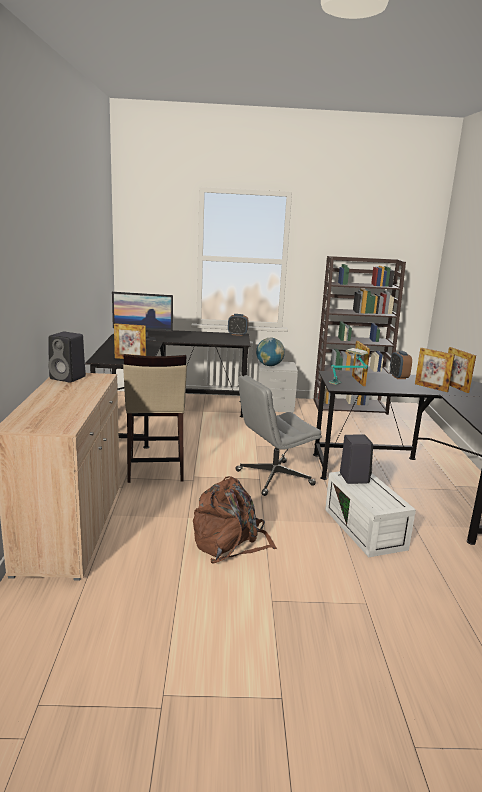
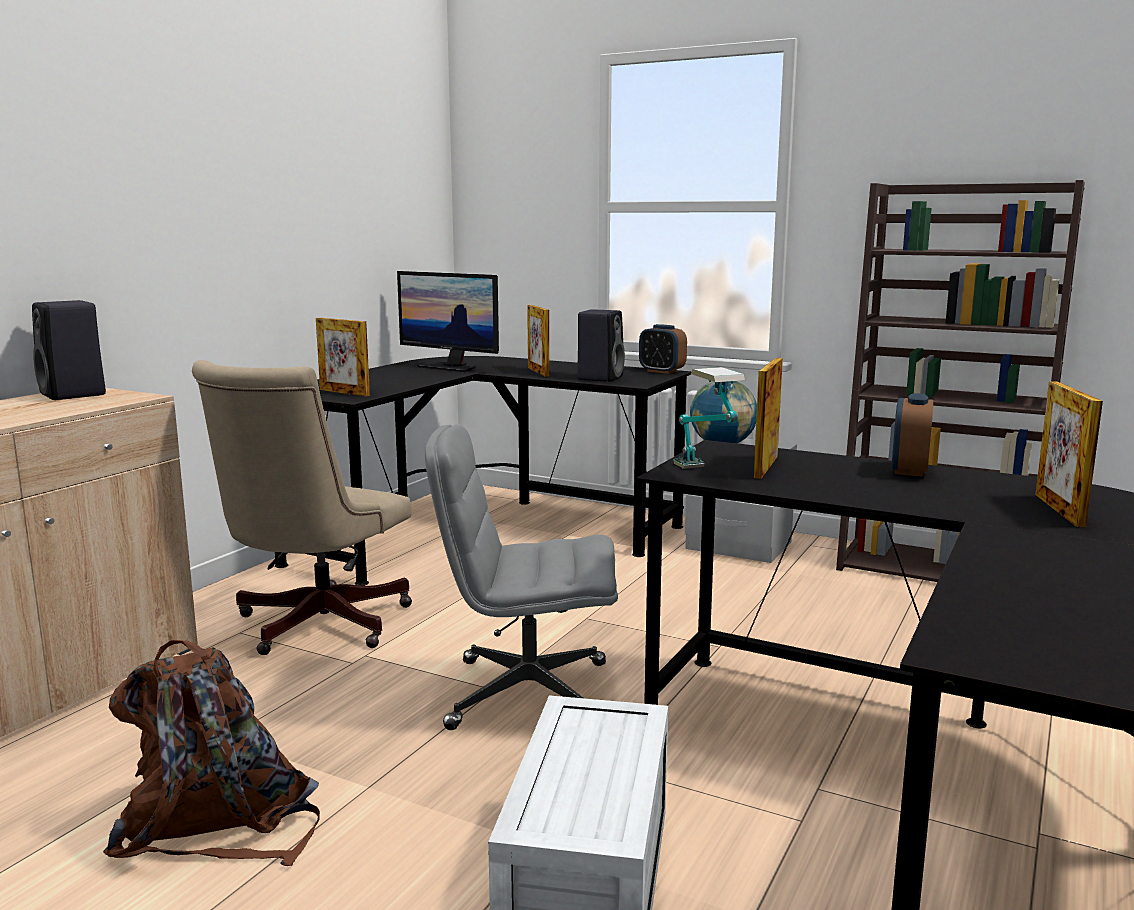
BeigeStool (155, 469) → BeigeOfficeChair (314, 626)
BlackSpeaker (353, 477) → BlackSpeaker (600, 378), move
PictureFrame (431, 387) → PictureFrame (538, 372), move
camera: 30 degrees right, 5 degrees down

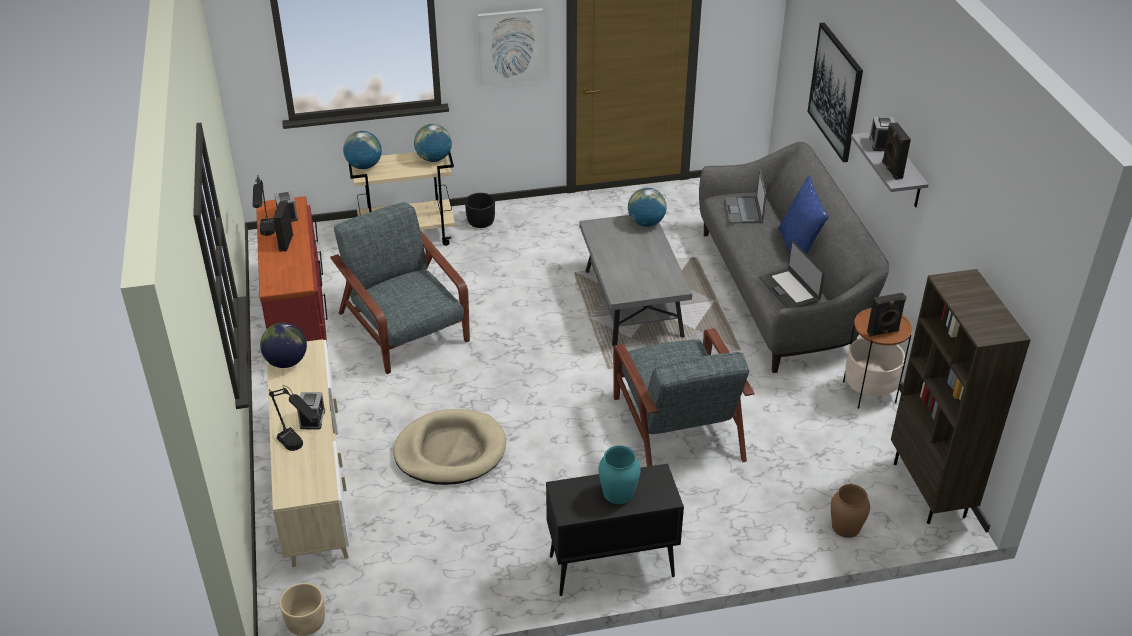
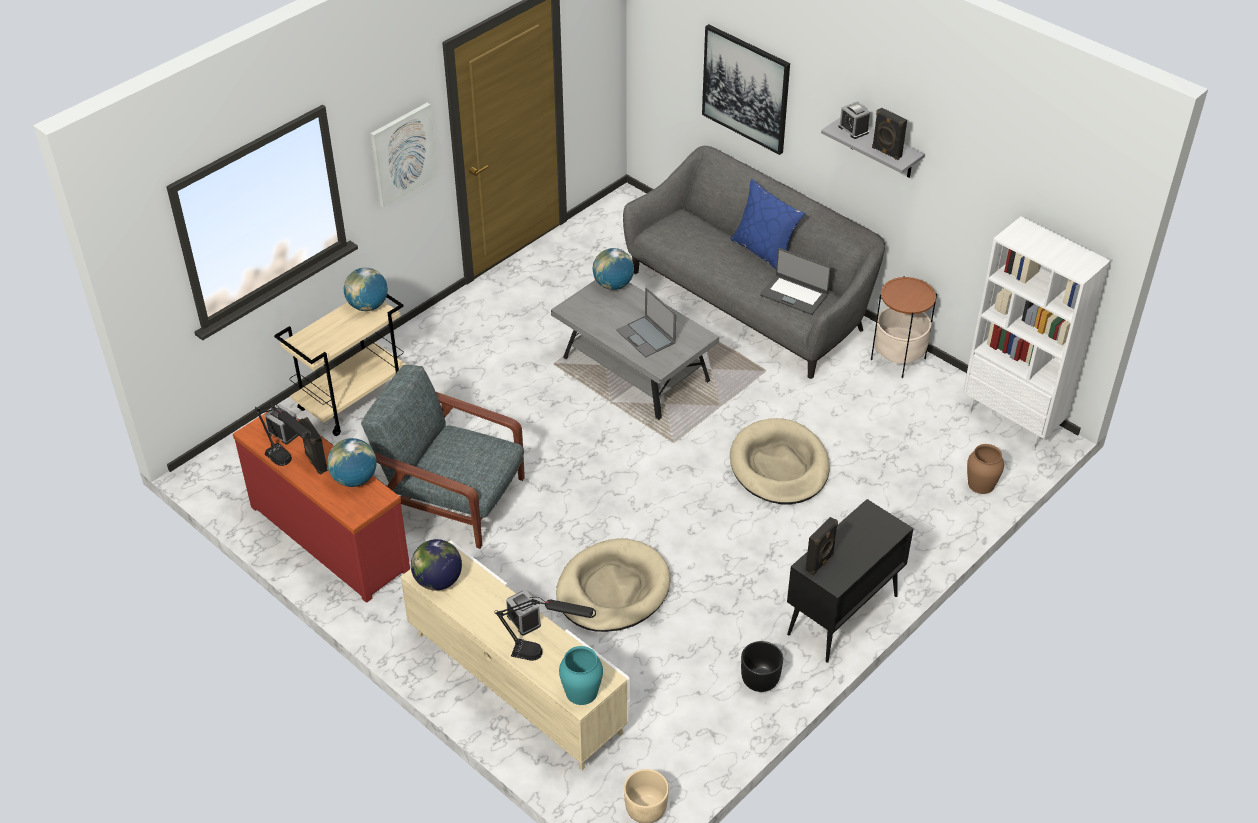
Globe (364, 166) → Globe (354, 479), move
BlackPlanter (480, 222) → BlackPlanter (759, 679), move
TurquoiseVase (618, 492) → TurquoiseVase (581, 692), move
GreyArmchair (677, 426) → BeigeDogBed (779, 466)
Laptop (744, 211) → Laptop (646, 337), move
BlackSpeaker (883, 332) → BlackSpeaker (820, 563), move
BrownBookcase (930, 490) → WhiteBookcase (1012, 421)
camera: 35 degrees left, 5 degrees up

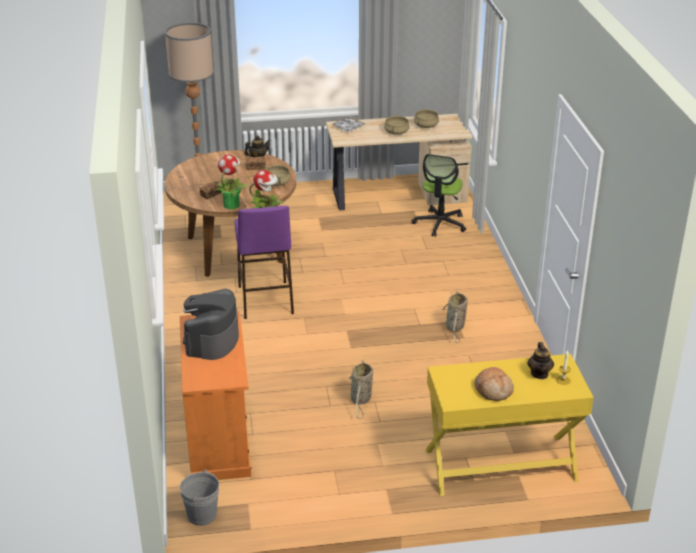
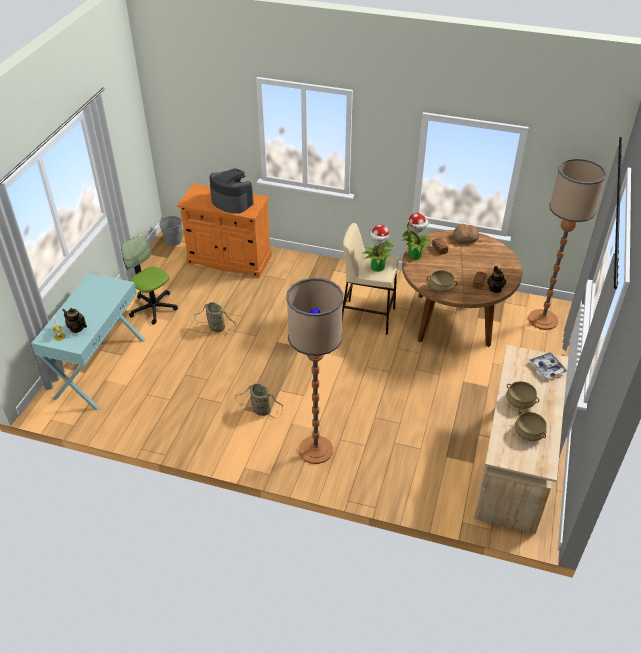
PurpleStool (265, 300) → BeigeStool (367, 317)
OfficeChair (440, 223) → OfficeChair (153, 308), move
YellowConsoleTable (500, 465) → TurquoiseConsoleTable (100, 368)
Bread (493, 390) → Bread (465, 238), move
- → FloorLamp (315, 450)
camera: 115 degrees right, 10 degrees up

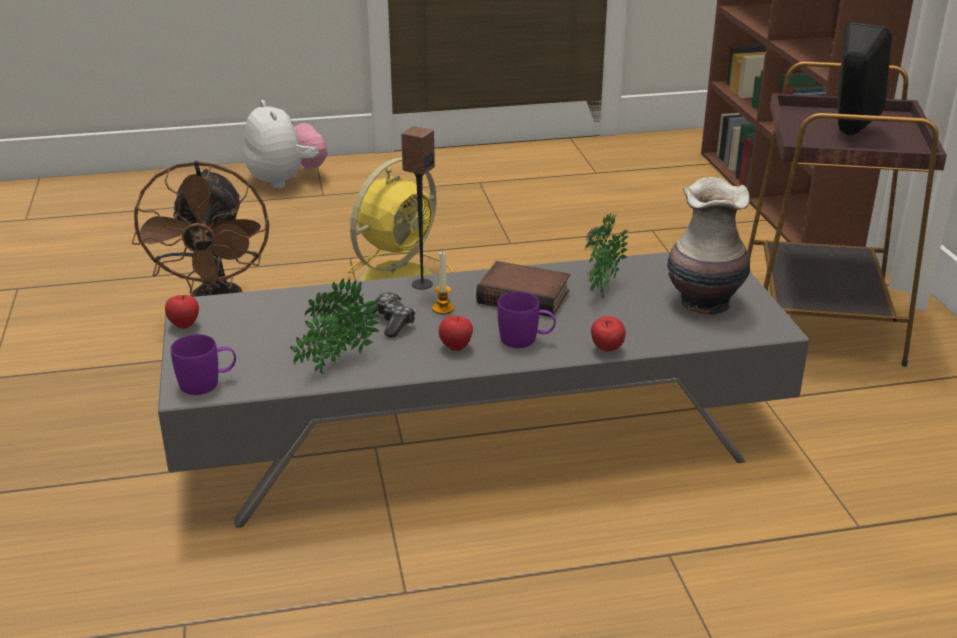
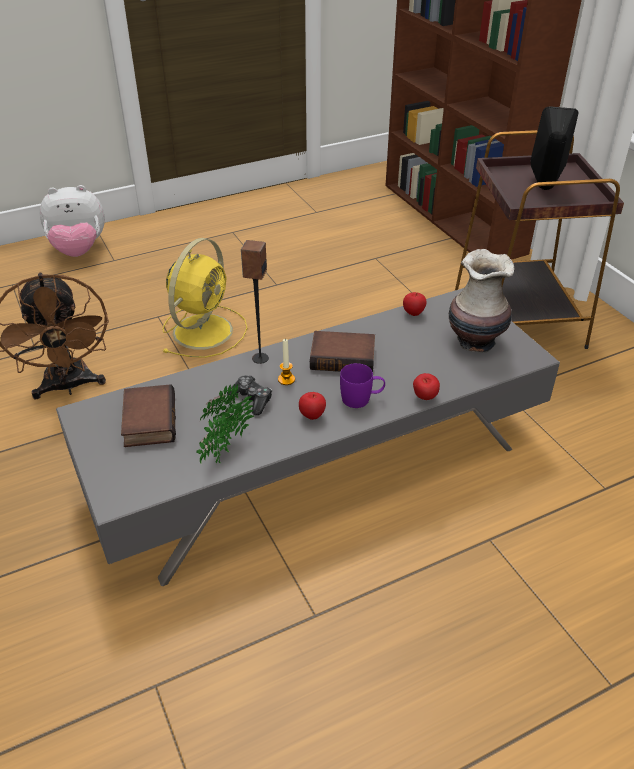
Apple (185, 326) → Apple (413, 313), move
PurpleMug (207, 383) → -
PlushToy (286, 181) → PlushToy (79, 250), 120 degrees clockwise
PottedPlant (600, 292) → -
- → Book (147, 420)
camera: 15 degrees left, 10 degrees up

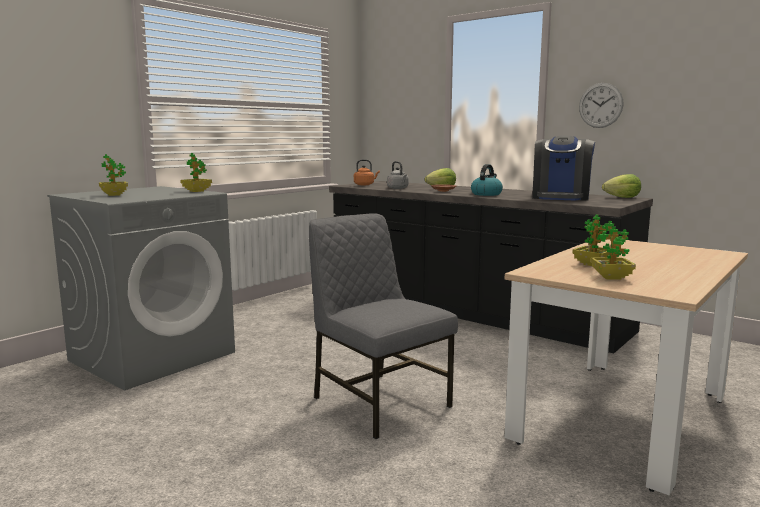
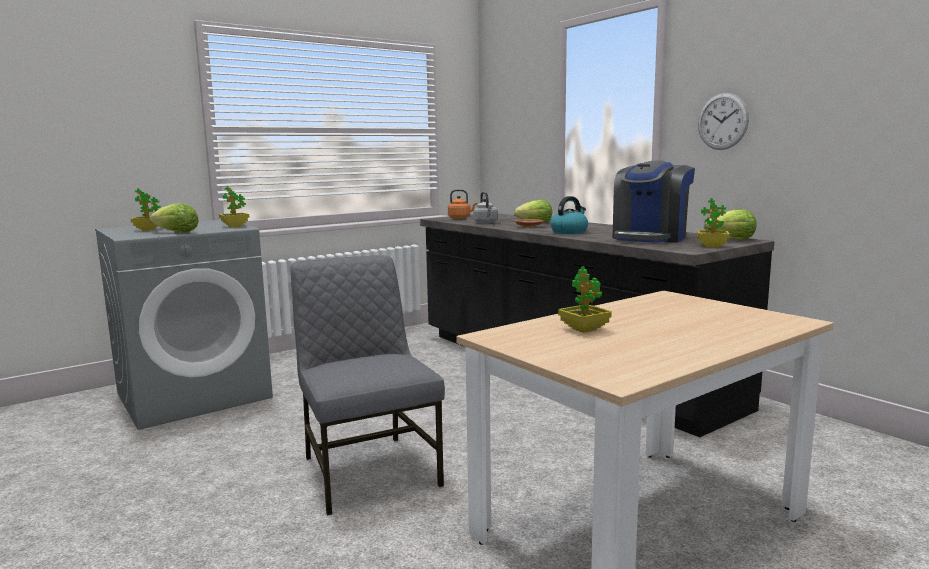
PottedPlant (611, 277) → PottedPlant (712, 246), move
- → Lettuce (177, 232)
camera: 15 degrees right, 0 degrees up

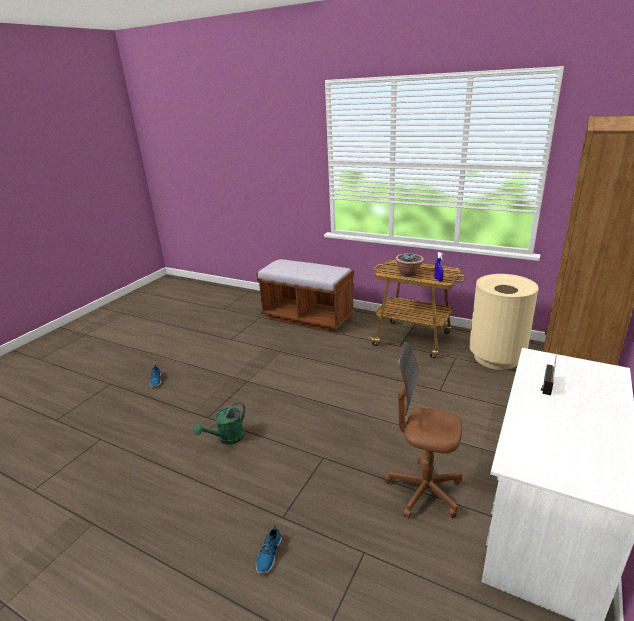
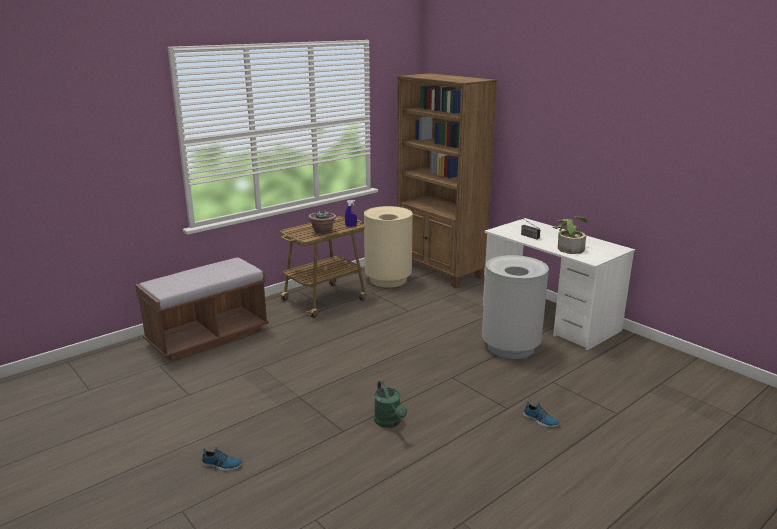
BrownOfficeChair (424, 490) → GreyTrashCan (510, 347)
- → PottedPlant (568, 248)
camera: 70 degrees left, 5 degrees down

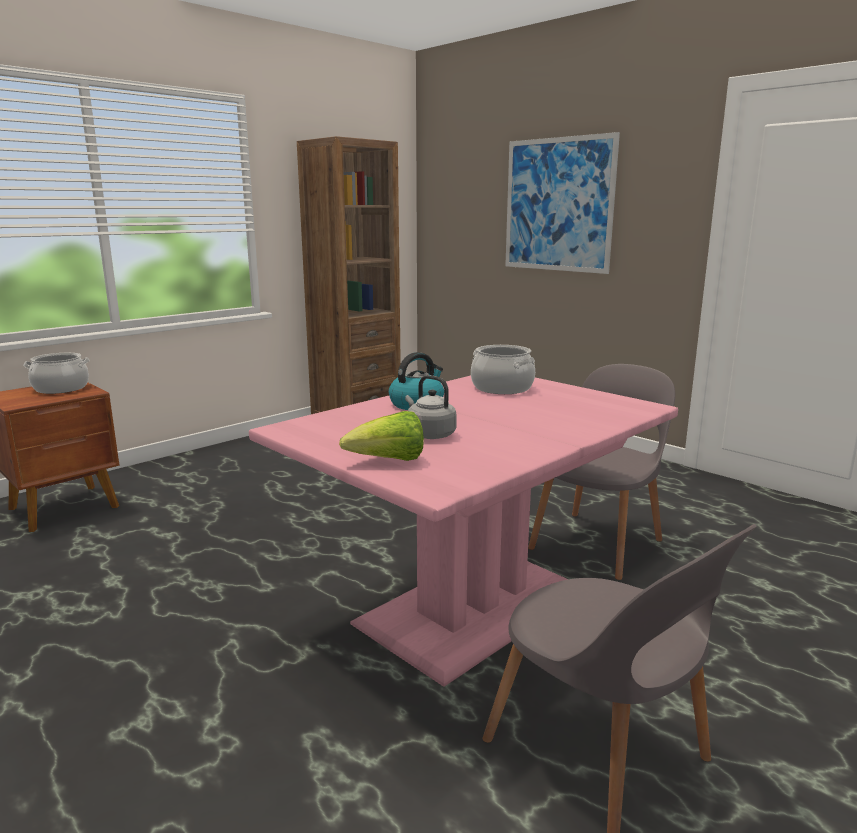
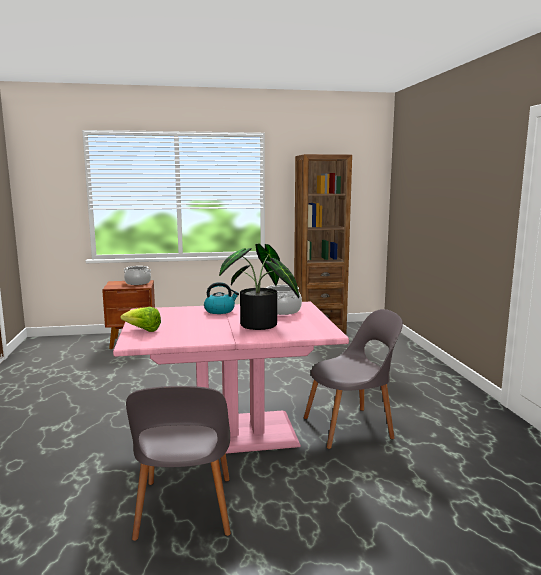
GreyKettle (429, 434) → -
Picture (558, 205) → -
- → PottedPlant (260, 326)
camera: 35 degrees right, 5 degrees down

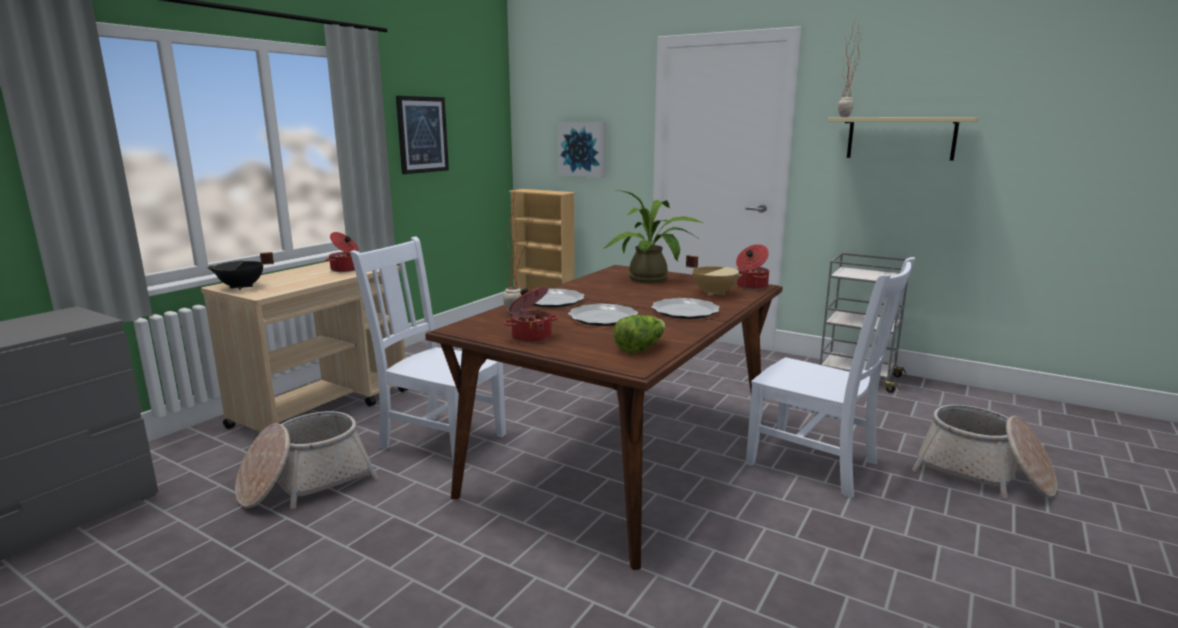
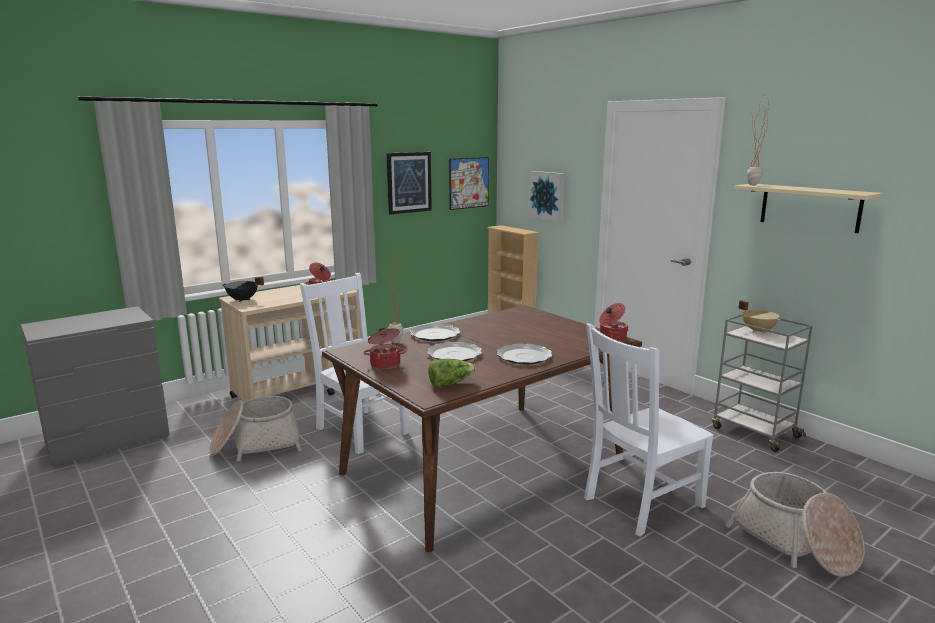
PottedPlant (652, 280) → -
BeigeCookingPot (714, 293) → BeigeCookingPot (758, 330), move
WhiteChair (816, 464) → WhiteChair (640, 503), 90 degrees clockwise
- → Picture (469, 183)
camera: 20 degrees right, 0 degrees up

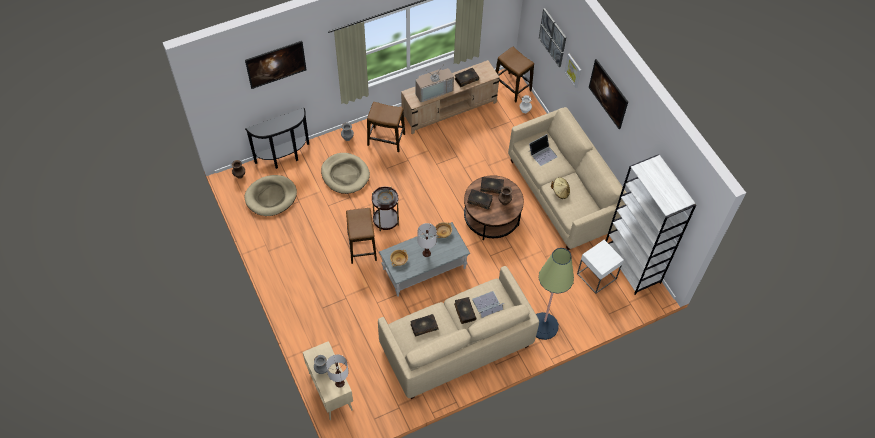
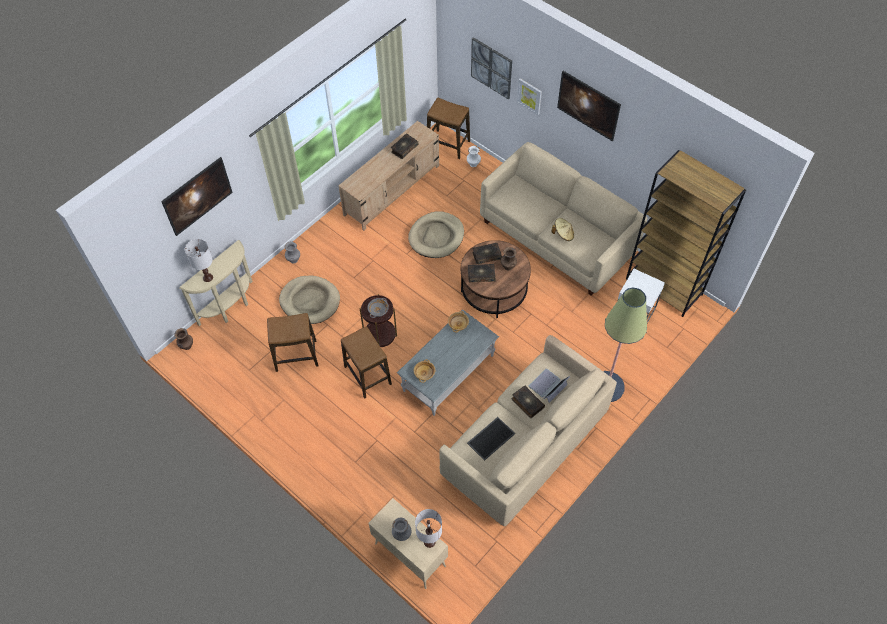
BlackConsoleTable (284, 158) → BeigeConsoleTable (231, 307)
BeigeDogBed (271, 197) → BeigeDogBed (436, 236), move
Stool (386, 139) → Stool (296, 356), move
Book (424, 326) → Tray (491, 437)
Television (433, 90) → -
WhiteTableLamp (426, 253) → WhiteTableLamp (208, 278), move
Laptop (542, 153) → -
WhiteBookcase (632, 265) → BrownBookcase (664, 286)
camera: 20 degrees left, 0 degrees up

